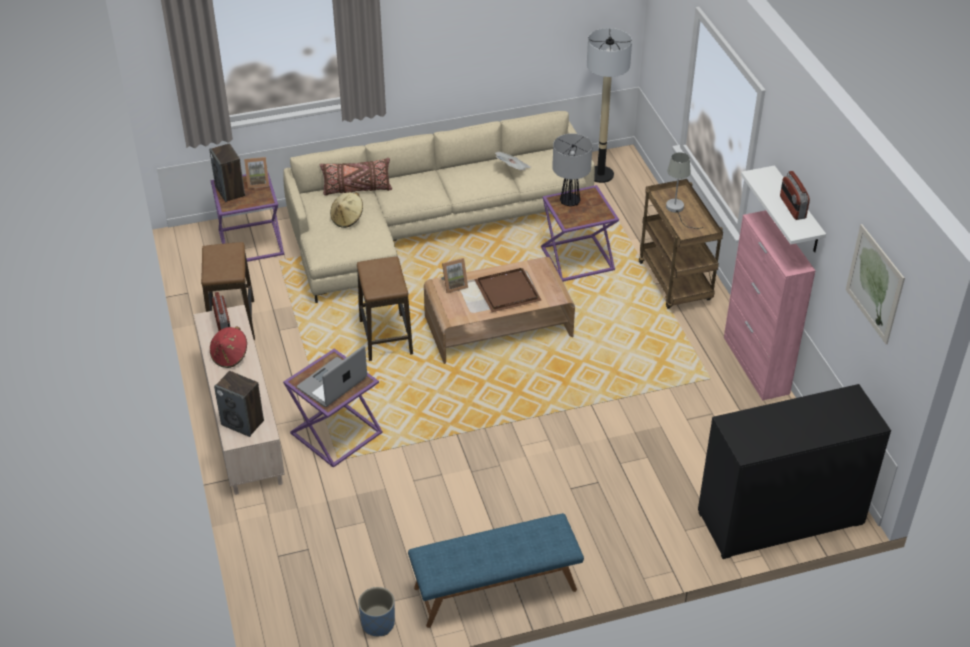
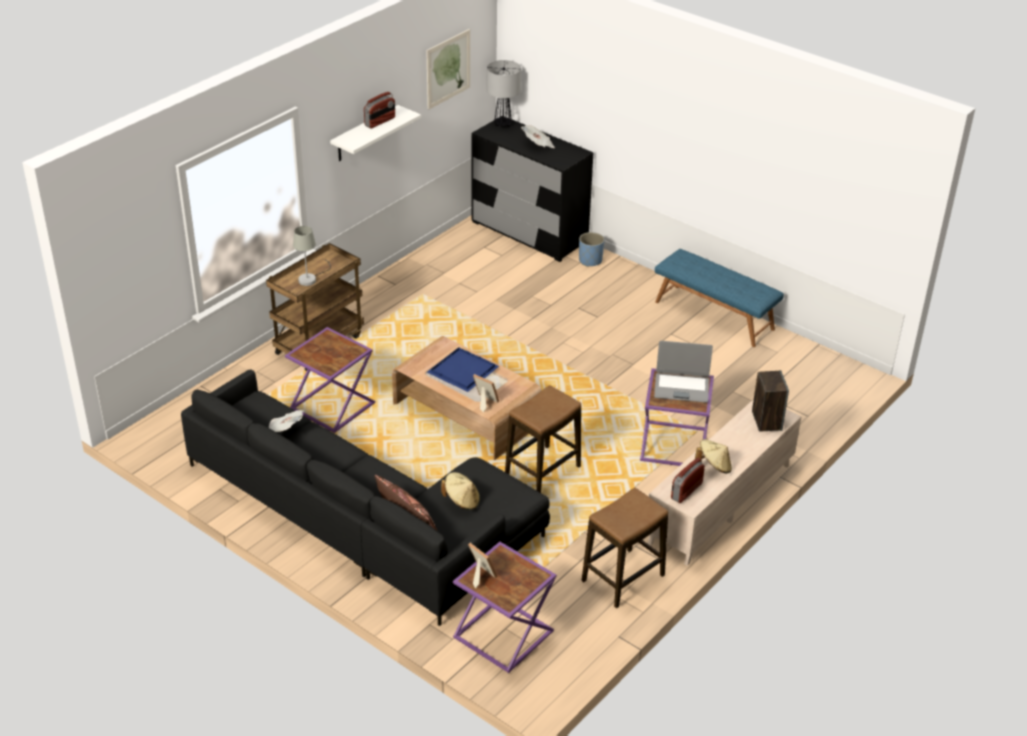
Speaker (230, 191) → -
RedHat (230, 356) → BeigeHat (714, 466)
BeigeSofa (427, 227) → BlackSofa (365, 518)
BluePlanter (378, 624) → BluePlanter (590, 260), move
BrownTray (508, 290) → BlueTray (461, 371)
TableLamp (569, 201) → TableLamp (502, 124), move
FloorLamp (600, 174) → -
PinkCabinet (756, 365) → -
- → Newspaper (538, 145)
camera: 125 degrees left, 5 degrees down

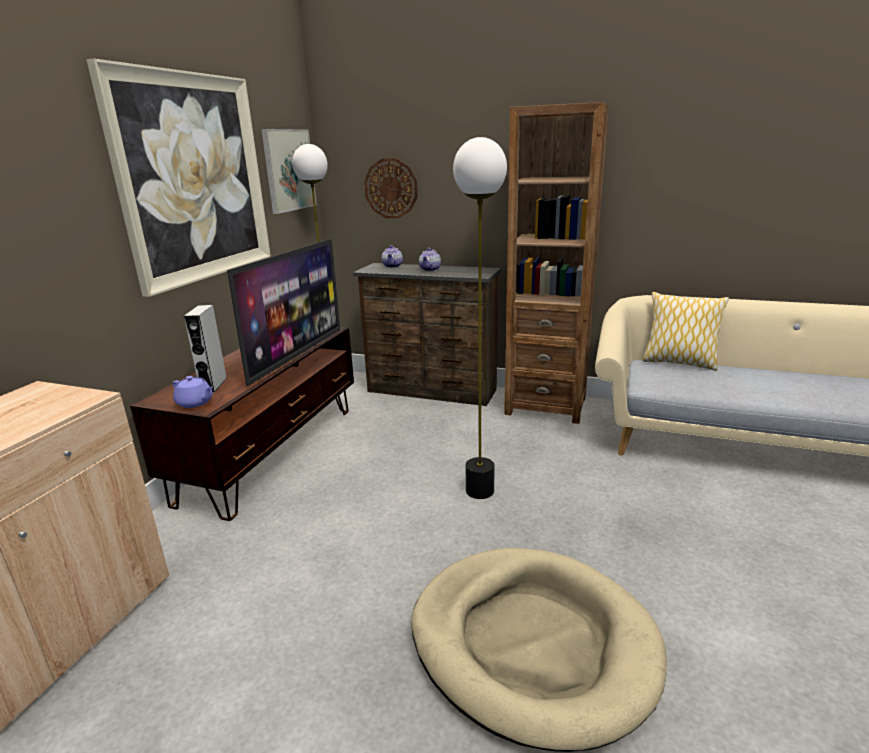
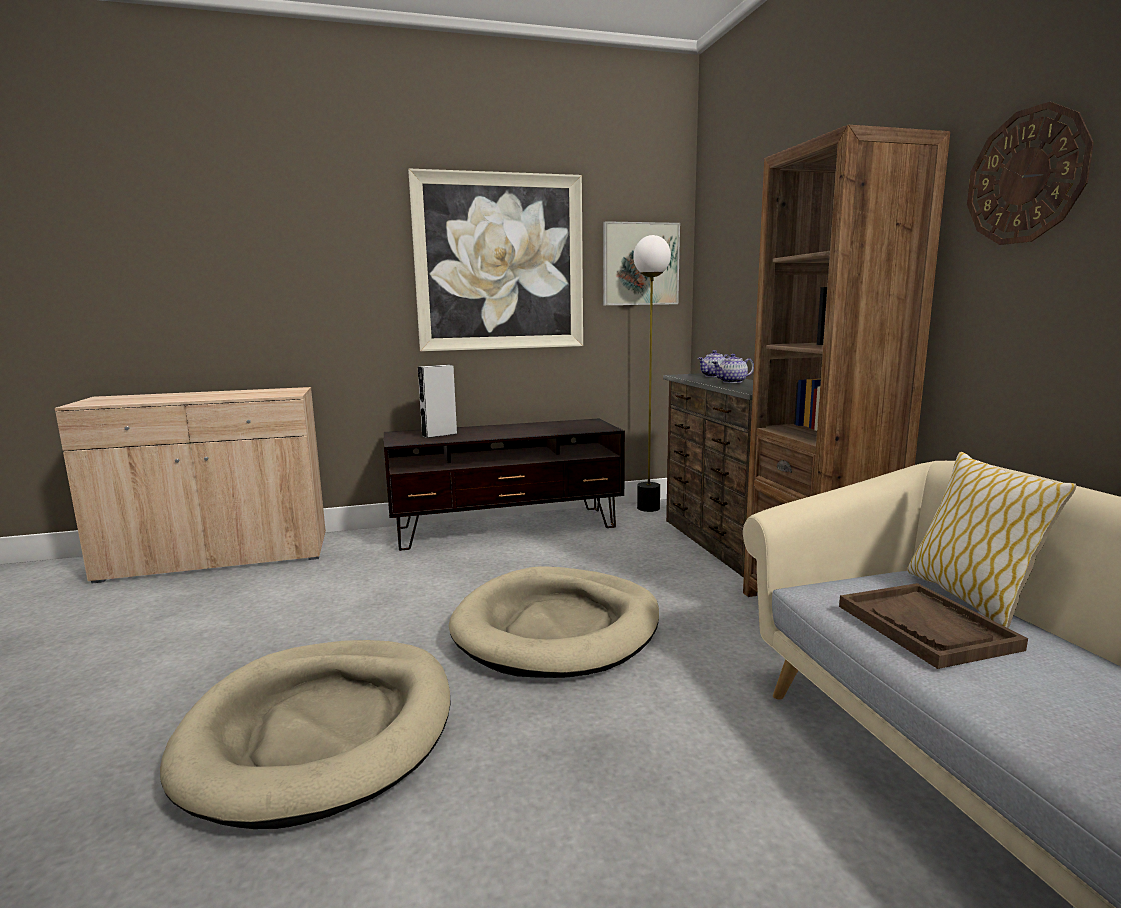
PurpleTeapot (195, 403) → -
Television (297, 354) → -
WallClock (391, 188) → WallClock (1026, 176), move
FloorLamp (480, 490) → BeigeDogBed (557, 628)
- → BrownTray (926, 627)
camera: 55 degrees right, 10 degrees down

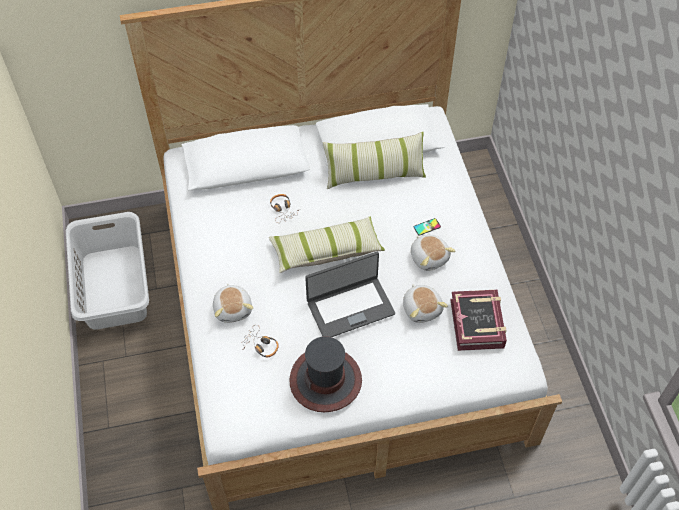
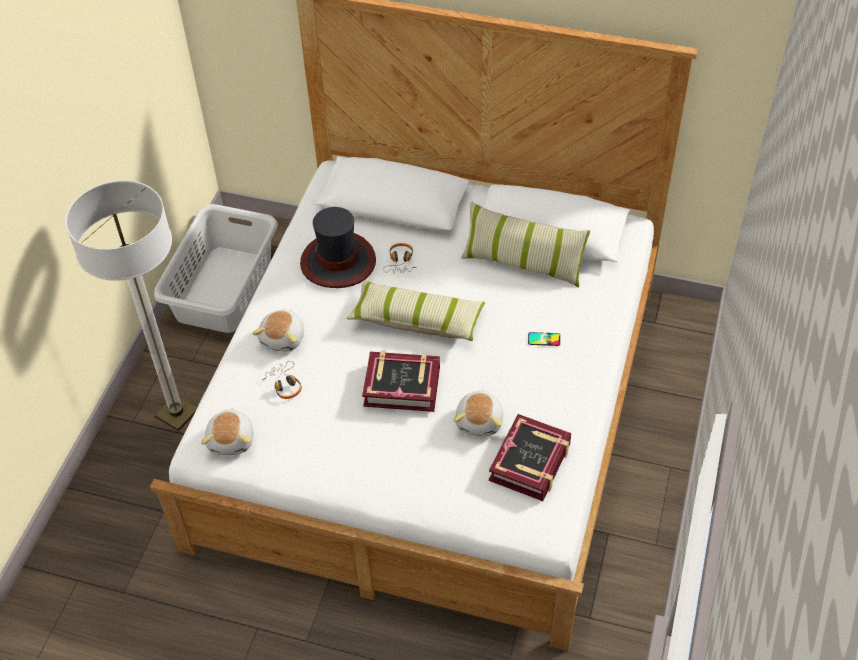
Hat (326, 380) → Hat (338, 262), move
Laptop (350, 307) → Book (402, 386)
PlushToy (429, 257) → PlushToy (232, 440), move
- → FloorLamp (177, 414)
camera: 30 degrees right, 5 degrees down

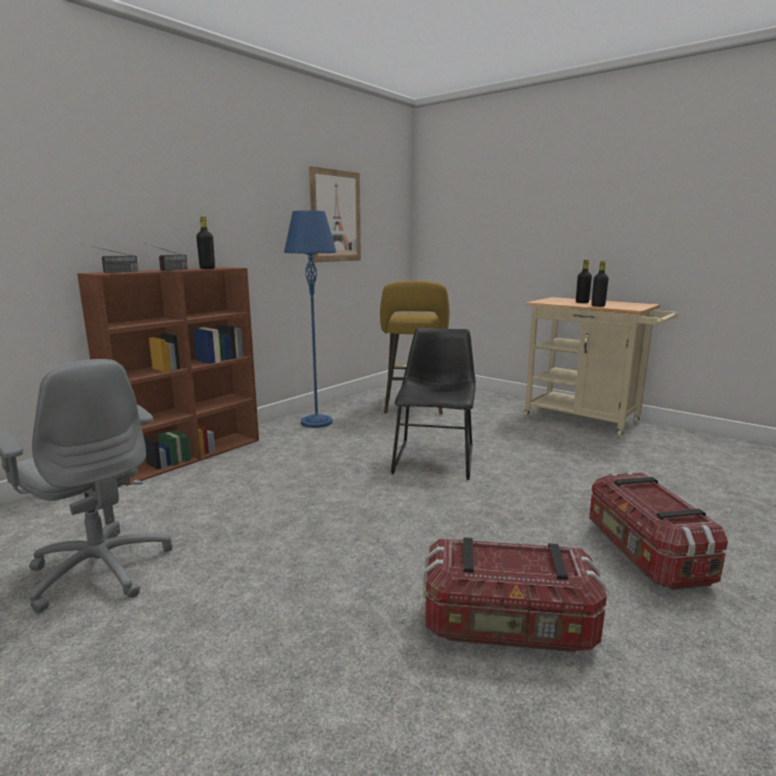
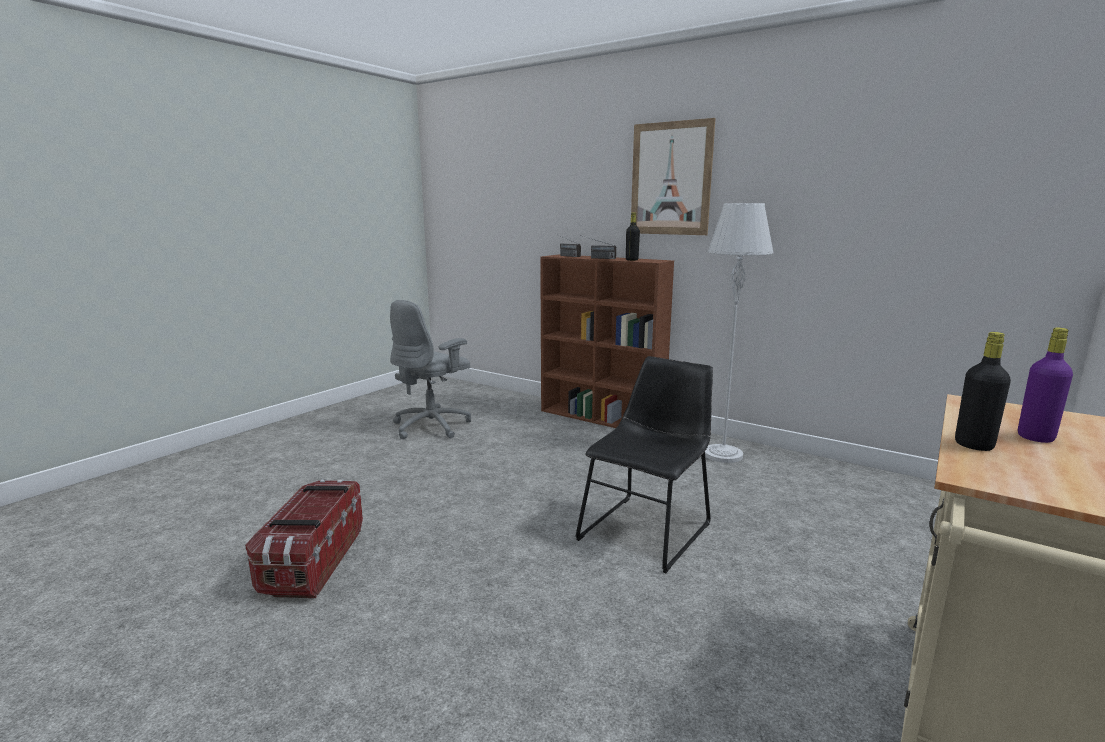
BlueFloorLamp (316, 422) → GreyFloorLamp (723, 455)
Picture (335, 216) → Picture (670, 179), move
YellowStool (413, 407) → -
BlackChair (434, 458) → BlackChair (647, 529), 60 degrees counterclockwise
BlackBottle (582, 302) → PurpleBottle (1035, 437)
StorageBox (644, 553) → -
camera: 85 degrees right, 0 degrees up

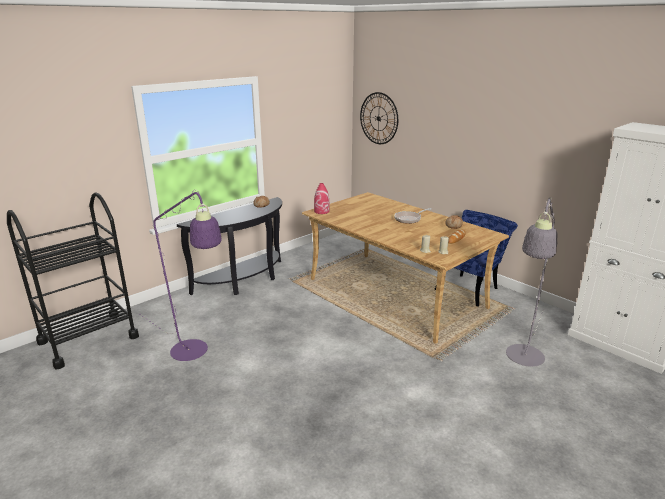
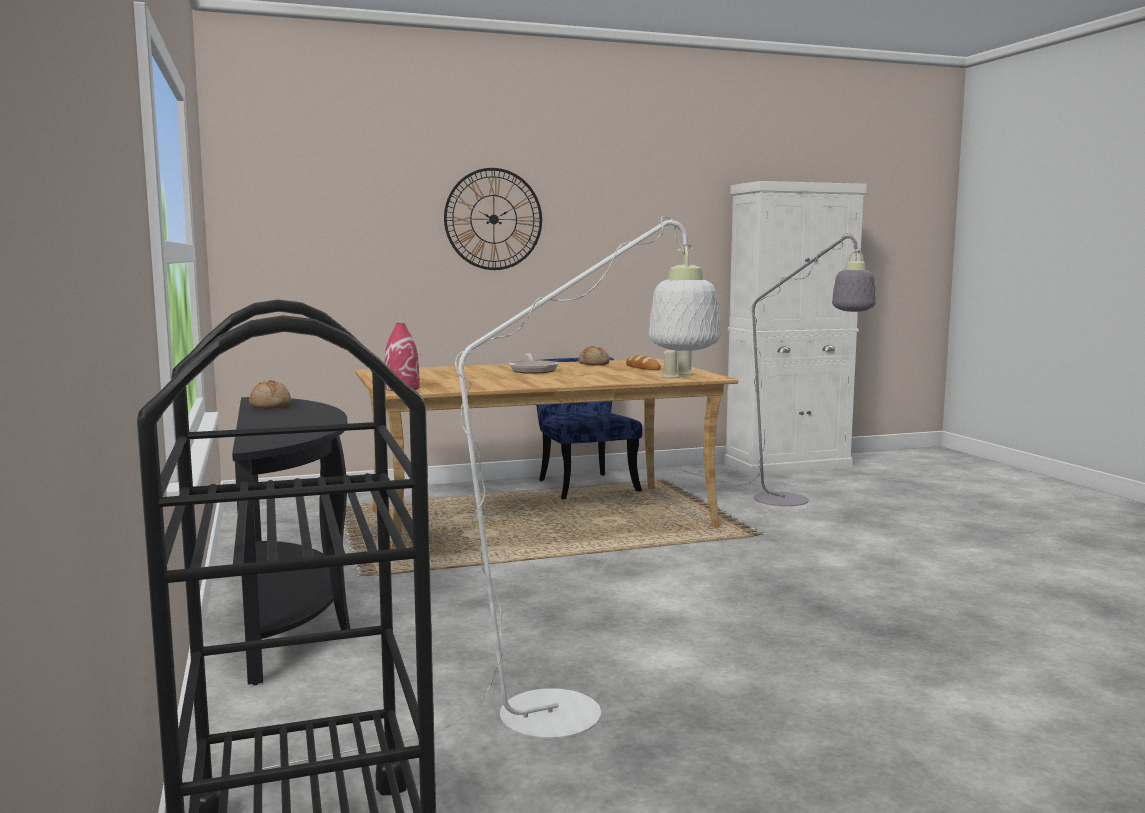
PurpleFloorLamp (195, 353) → WhiteFloorLamp (575, 707)
WallClock (378, 118) → WallClock (493, 219), move
camera: 65 degrees left, 15 degrees down

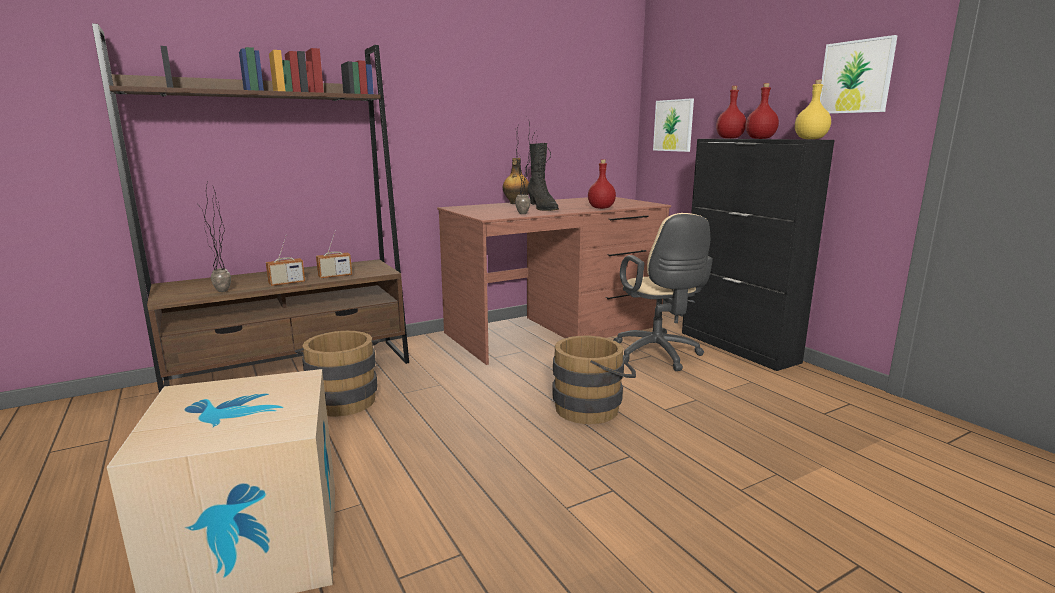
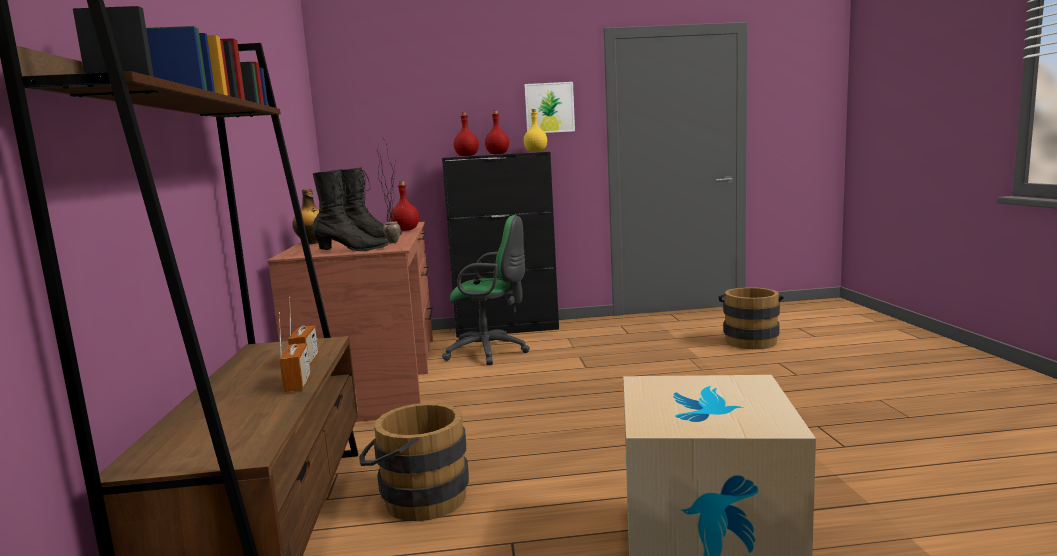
PottedPlant (222, 292) → -
BrownBucket (593, 408) → BrownBucket (750, 340), move
BeigeOfficeChair (658, 355) → GreenOfficeChair (491, 352)
Picture (673, 125) → -
- → BlackBoot (352, 250)
camera: 65 degrees left, 5 degrees down

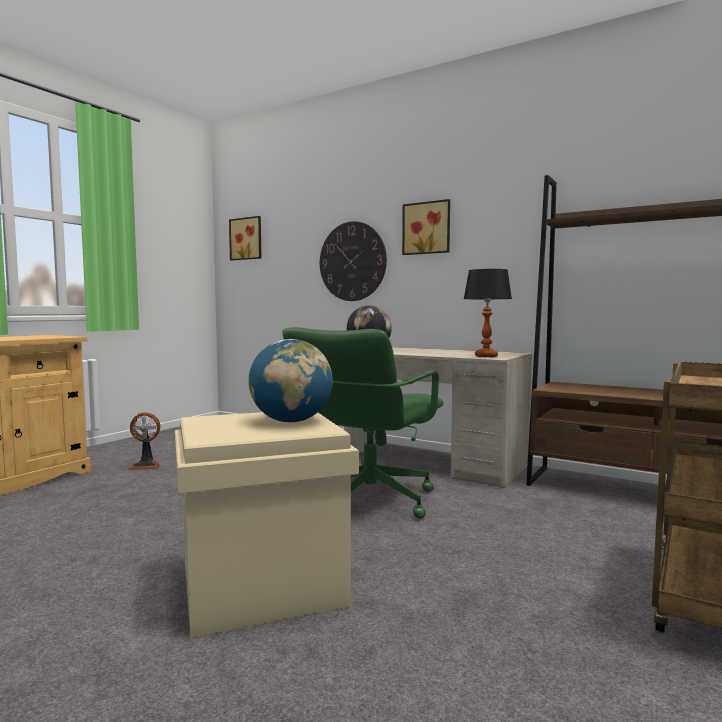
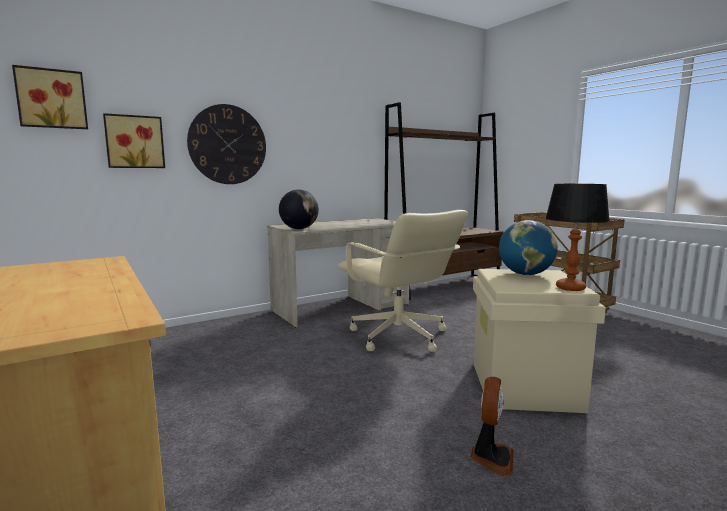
Fan (146, 466) → Fan (491, 458), move
GreenOfficeChair (367, 500) → BeigeOfficeChair (398, 337)
Picture (427, 228) → Picture (134, 142), move
TableLamp (486, 356) → TableLamp (570, 288), move
camera: 65 degrees left, 5 degrees up

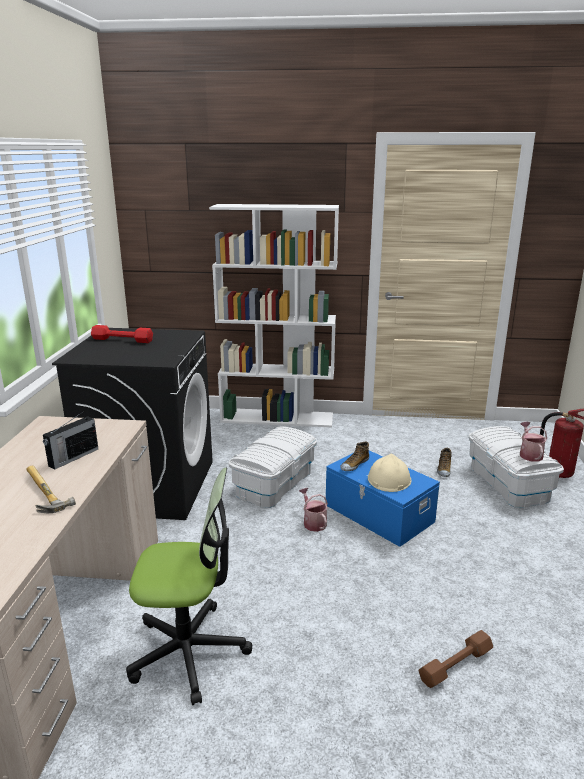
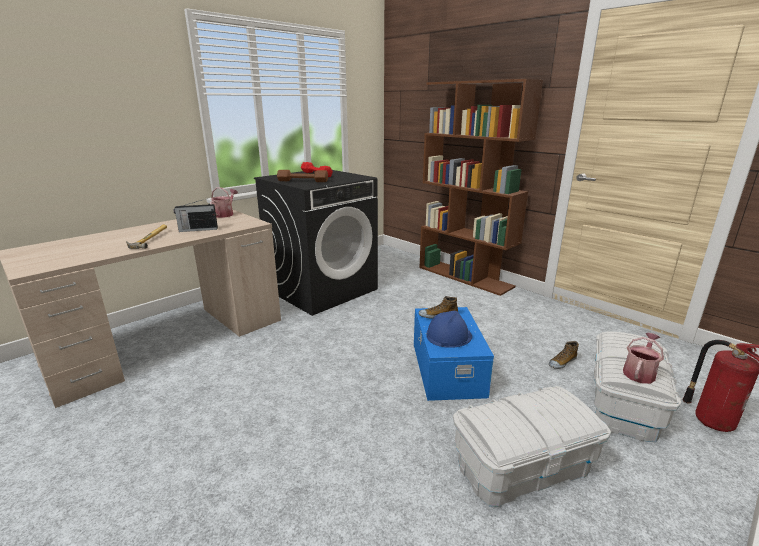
OfficeChair (189, 651) → -
WhiteBookcase (278, 418) → BrownBookcase (465, 277)
WhiteStorageBox (274, 483) → WhiteStorageBox (522, 465), move
WateringCan (313, 522) → WateringCan (225, 214), move
BeigeHardHat (389, 479) → BlueHardHat (448, 336)
BrownDumbbell (455, 665) → BrownDumbbell (303, 181), move
camera: 40 degrees right, 0 degrees up

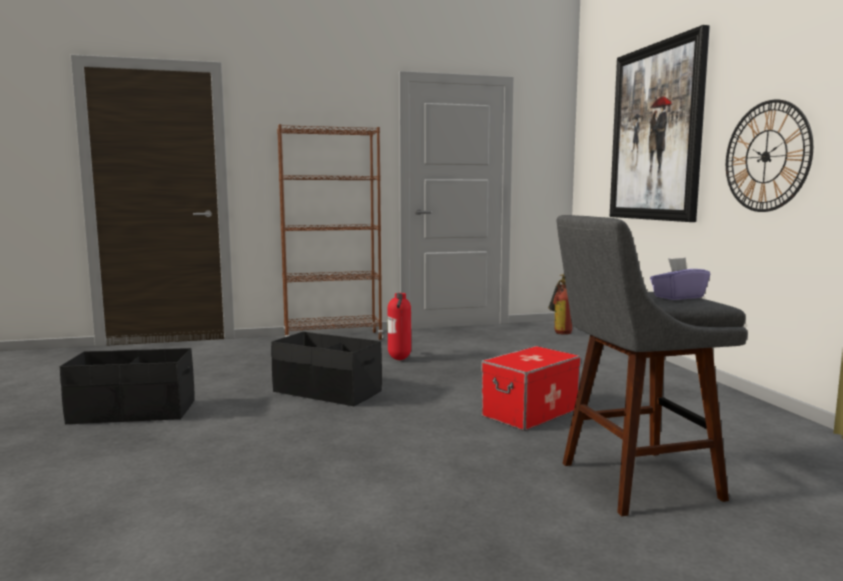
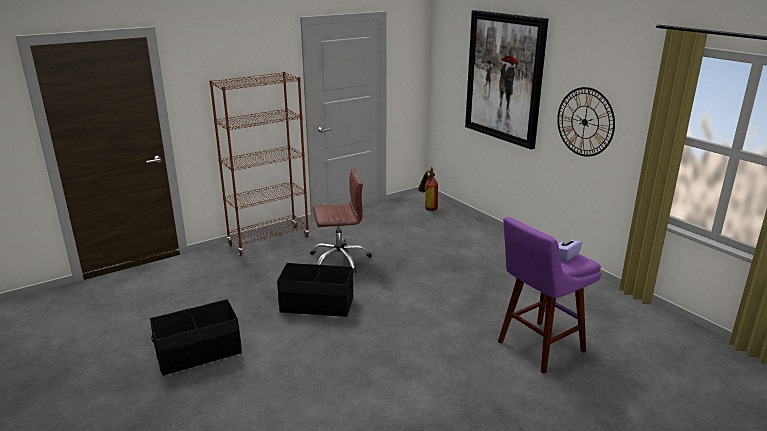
FireExtinguisher (400, 359) → BrownOfficeChair (339, 259)
StorageBox (530, 413) → -
GreyStool (632, 482) → PurpleStool (538, 348)
camera: 20 degrees left, 15 degrees up

